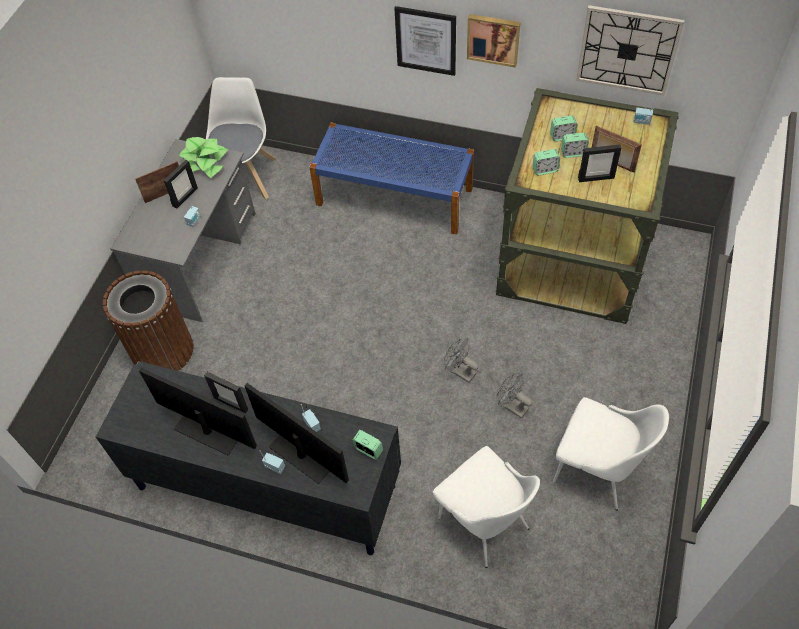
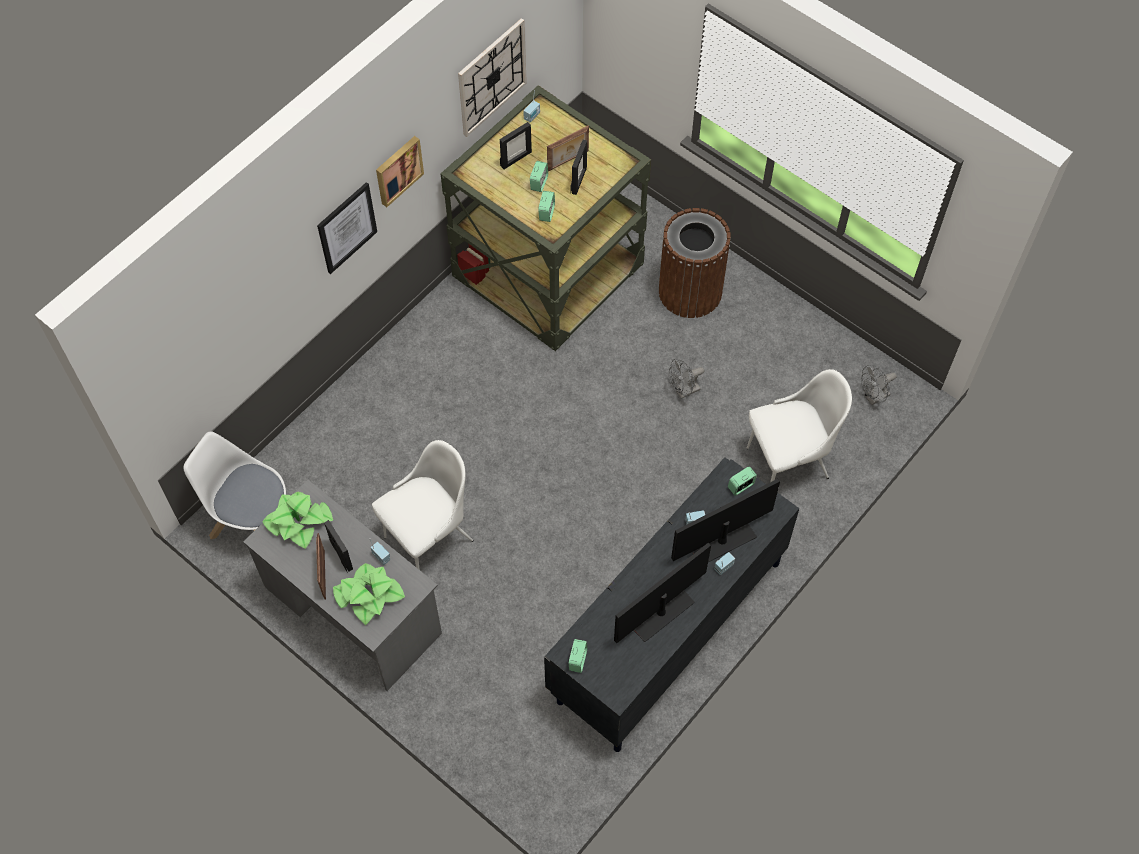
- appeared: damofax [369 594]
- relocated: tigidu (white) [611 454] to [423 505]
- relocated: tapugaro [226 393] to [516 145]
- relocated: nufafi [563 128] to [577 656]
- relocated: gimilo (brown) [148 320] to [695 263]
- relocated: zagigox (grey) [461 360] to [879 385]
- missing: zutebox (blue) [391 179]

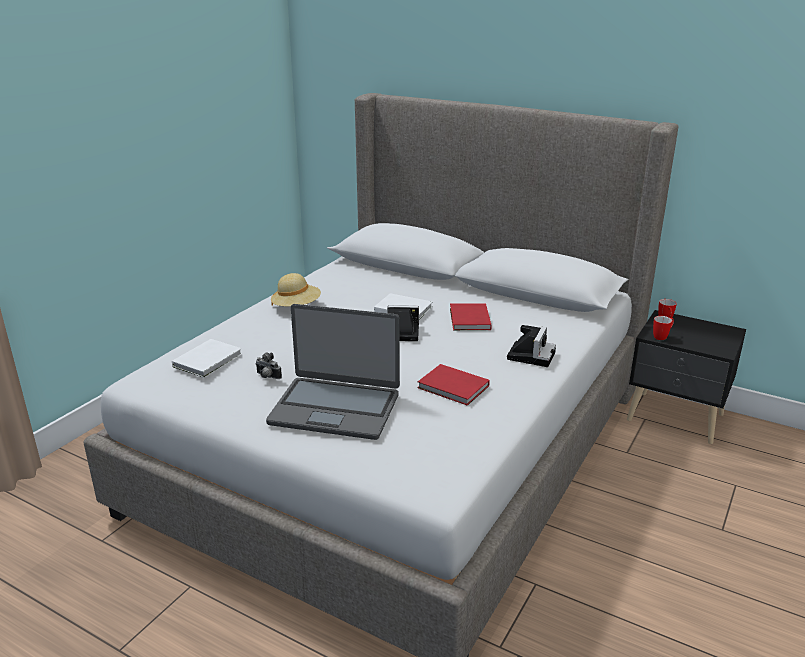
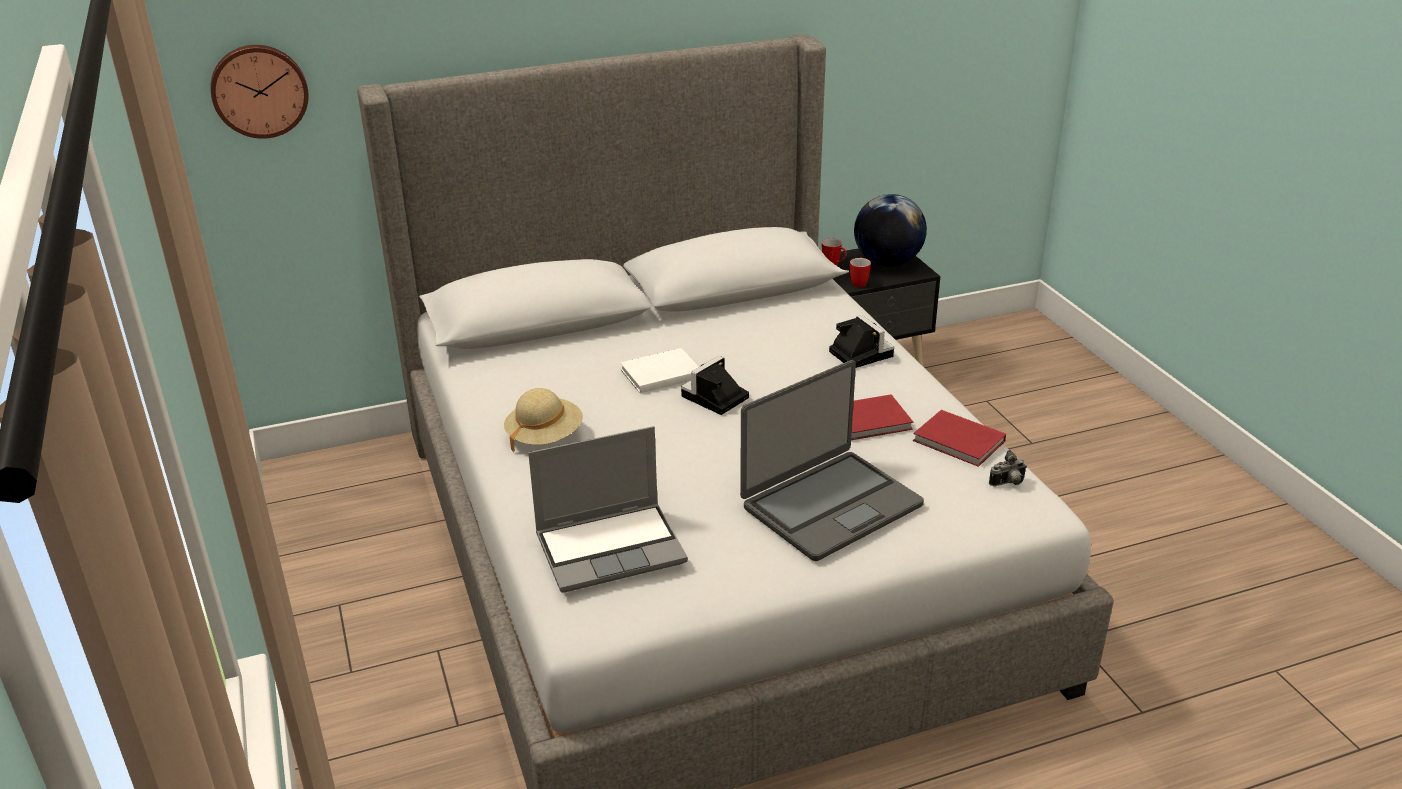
- appeared: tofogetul [260 92]
- exchanged: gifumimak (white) [207 358] to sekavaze [608 509]
- appeared: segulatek [890 230]
- relocated: gifumimak (red) [470 316] to [959 438]
- relocated: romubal [268 365] to [1008 468]

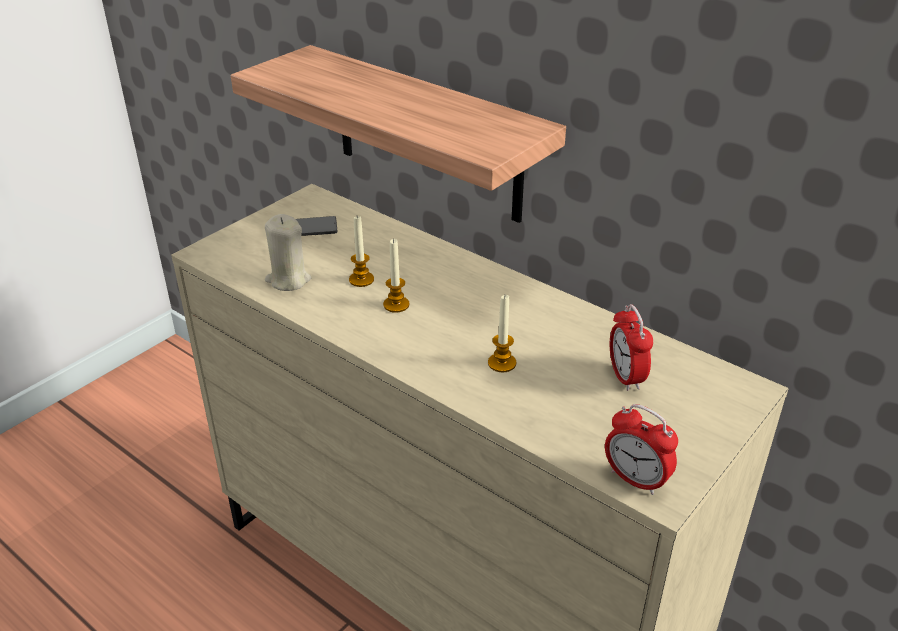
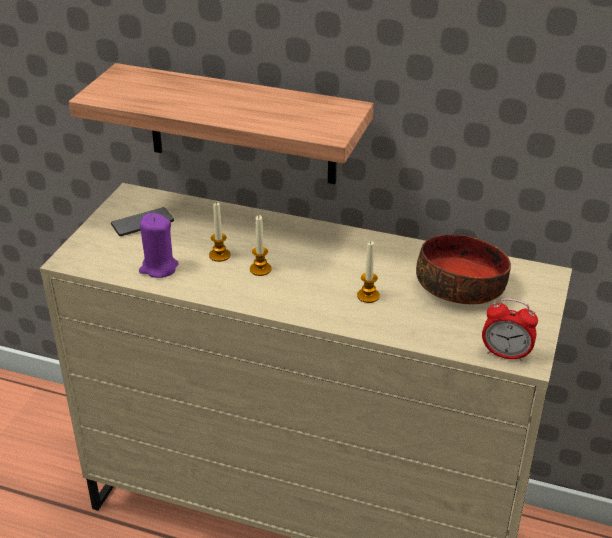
- colour: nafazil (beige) [288 252] to nafazil (purple) [158 245]
- exchanged: nufafi [631 347] to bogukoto [463 269]

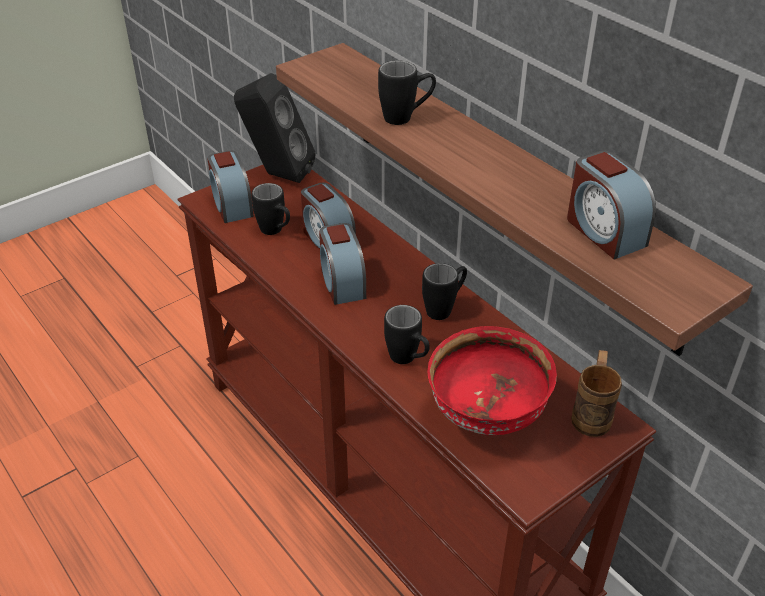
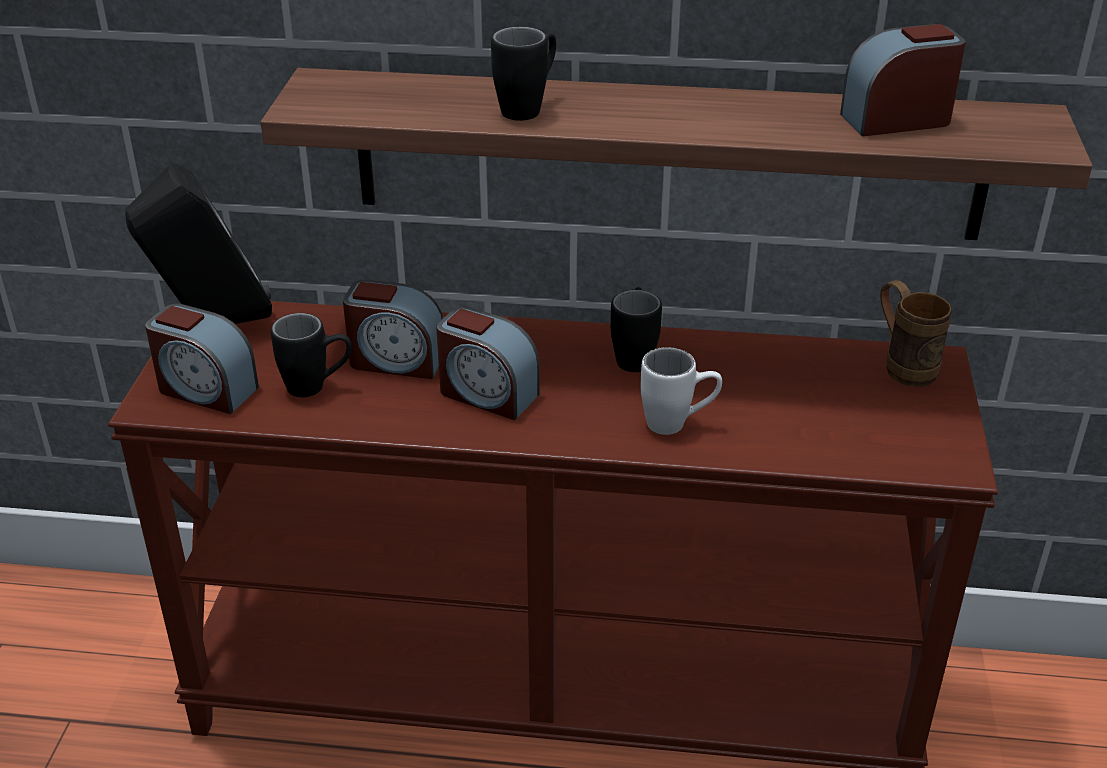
- colour: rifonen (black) [407 334] to rifonen (white) [681 391]
- spun: nufafi [611 205] = [903 80] 150 degrees clockwise
- missing: bogukoto (red) [492 380]

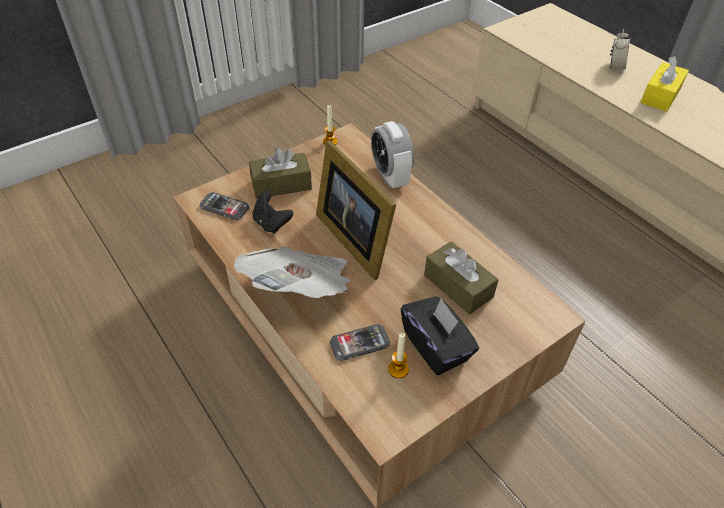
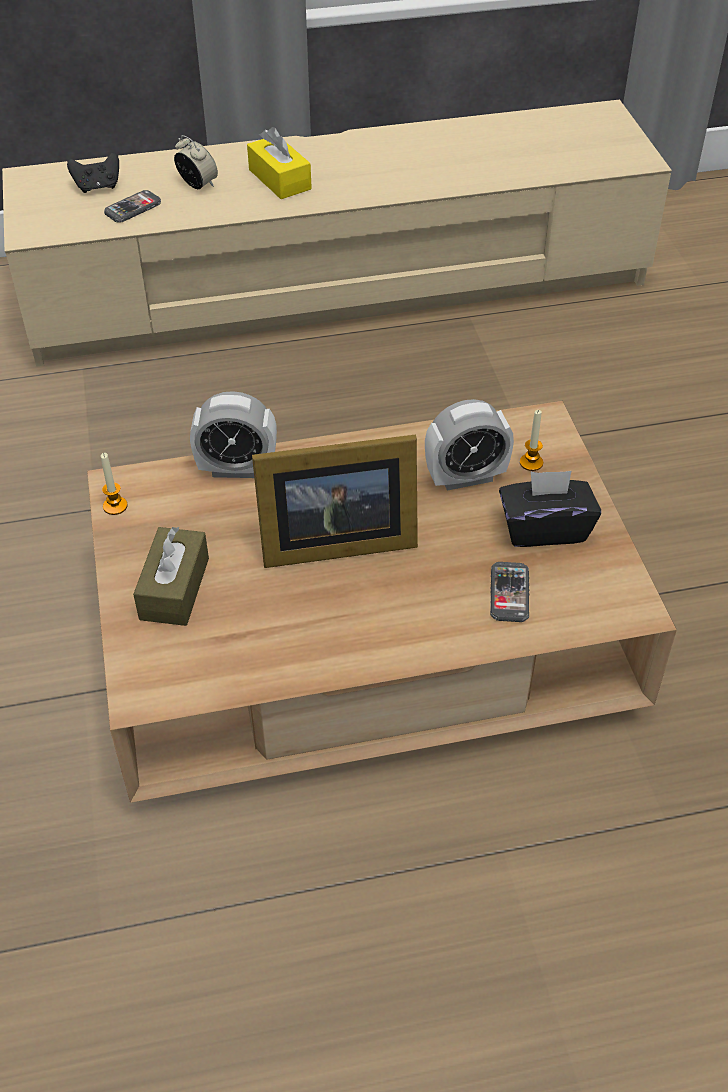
- relocated: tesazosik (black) [272 212] to [93 172]
- relocated: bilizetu [224 206] to [132 206]
- exchanged: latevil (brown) [461 277] to nufafi [469 445]
- relocated: nafazil [398 355] to [531 440]
- missing: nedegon [292 272]

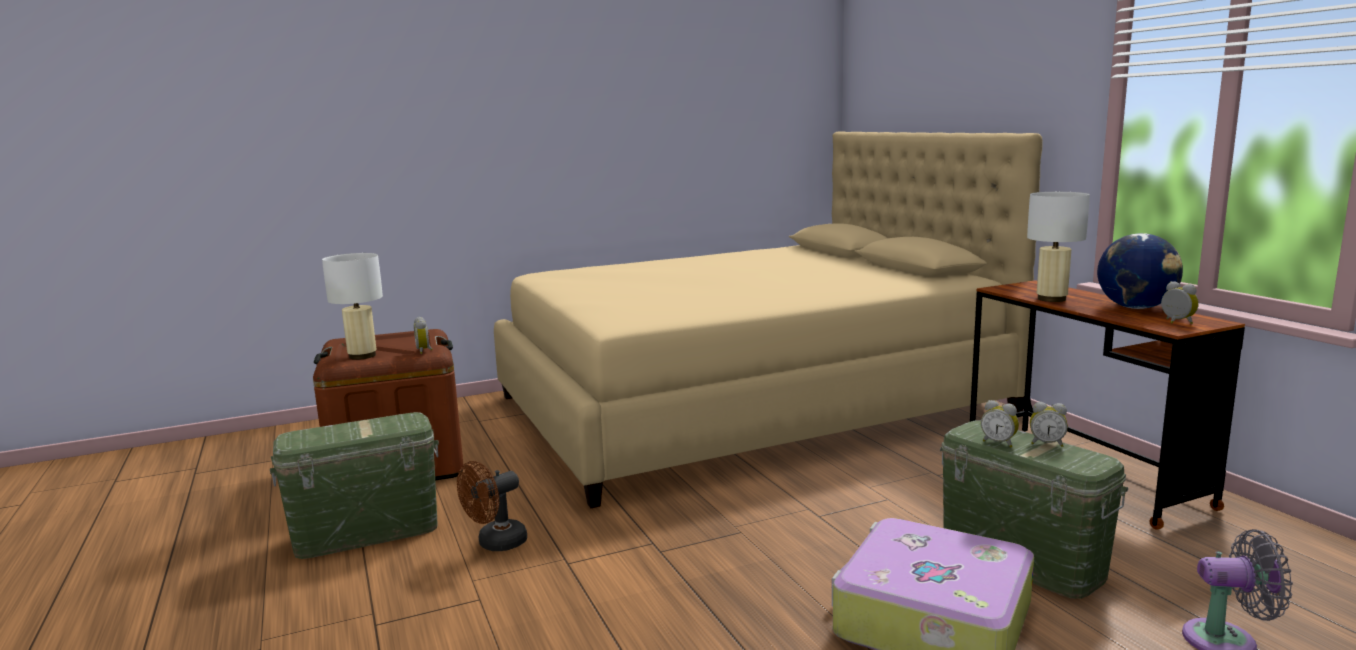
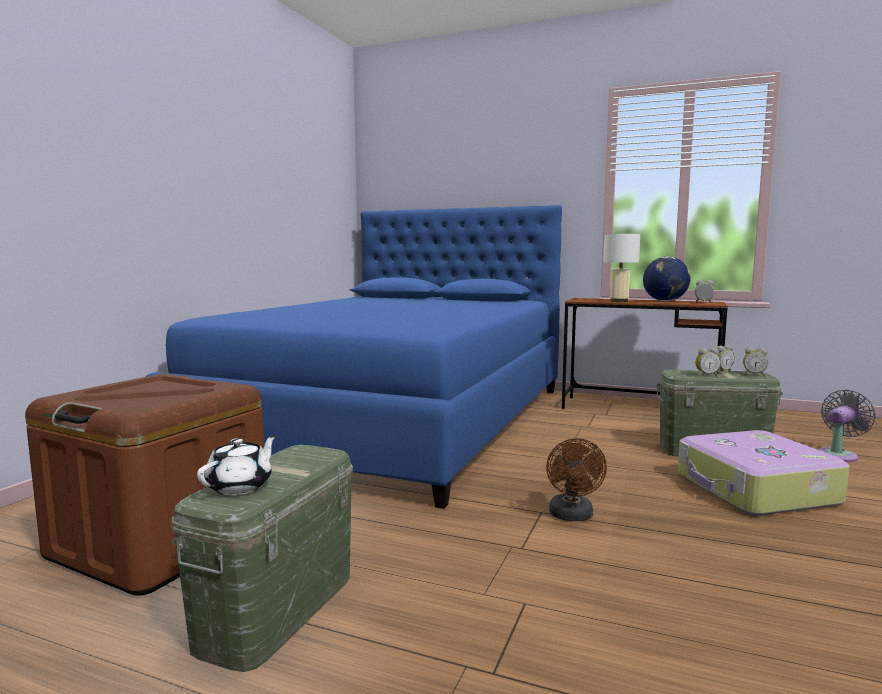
- colour: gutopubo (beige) [768 319] to gutopubo (blue) [353 357]
- appeared: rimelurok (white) [237 465]
- relocated: zagigox (brown) [492 506] to [576 479]
- relocated: nufafi [423 335] to [755 361]
- missing: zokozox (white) [352 306]

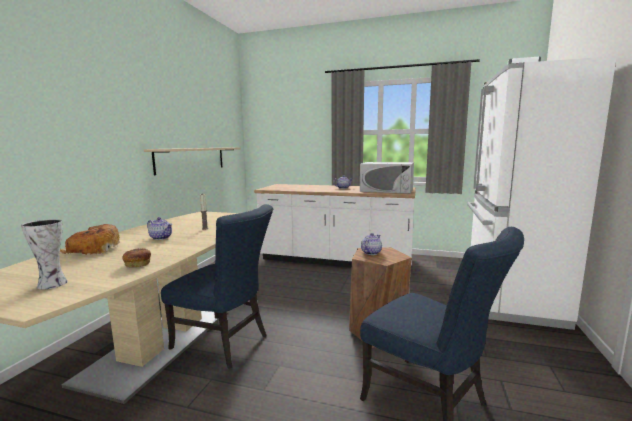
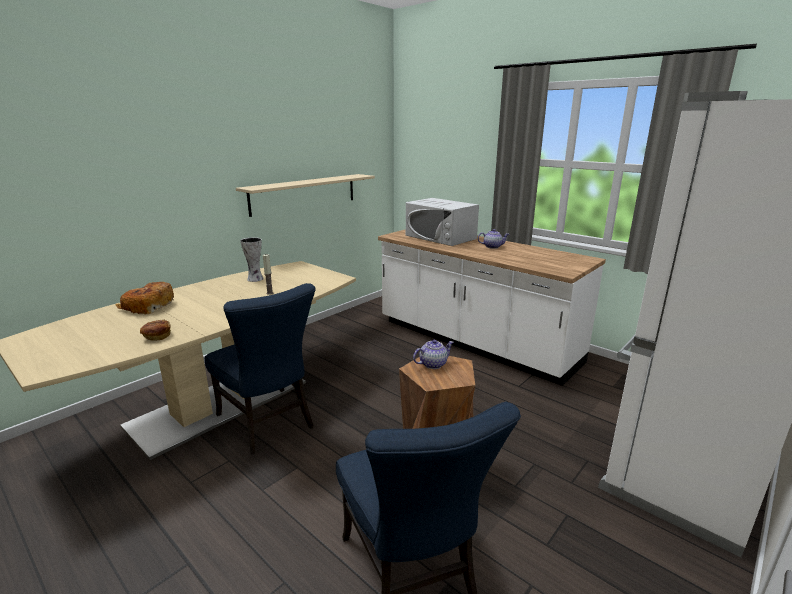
- relocated: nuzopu [44 254] to [252 259]
- relocated: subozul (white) [387 178] to [442 222]
- missing: rimelurok [160 228]

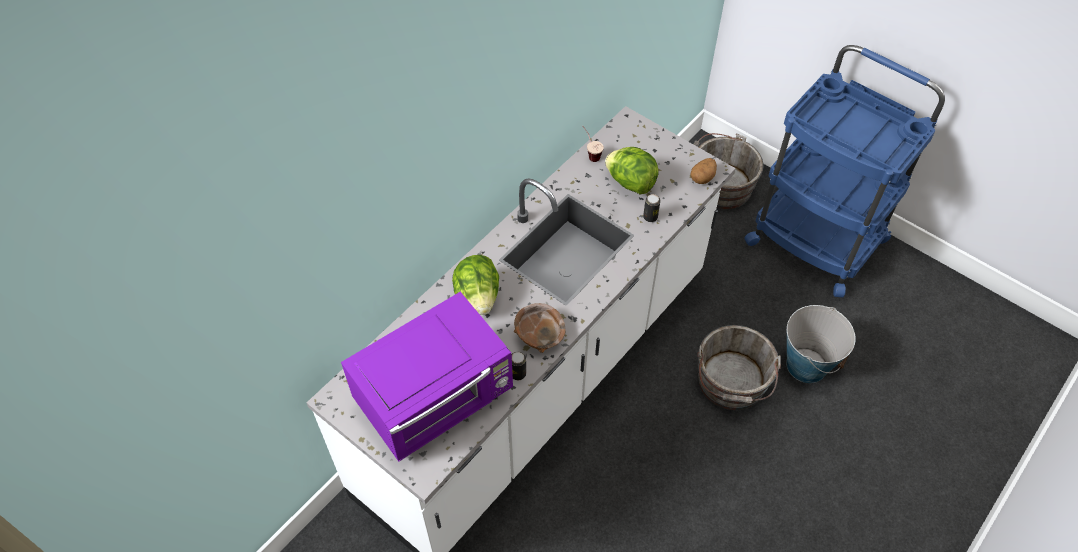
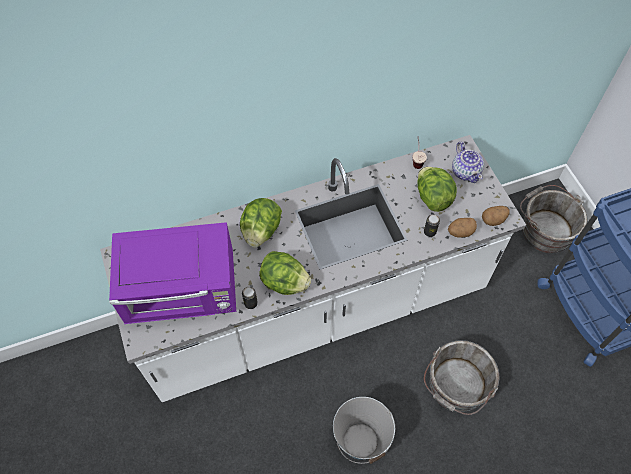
- exchanged: bogukoto (brown) [539 328] to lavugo [285 273]
- relocated: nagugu [821 344] to [364 430]
- appeared: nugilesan [462 228]
- appeared: rimelurok [468 162]

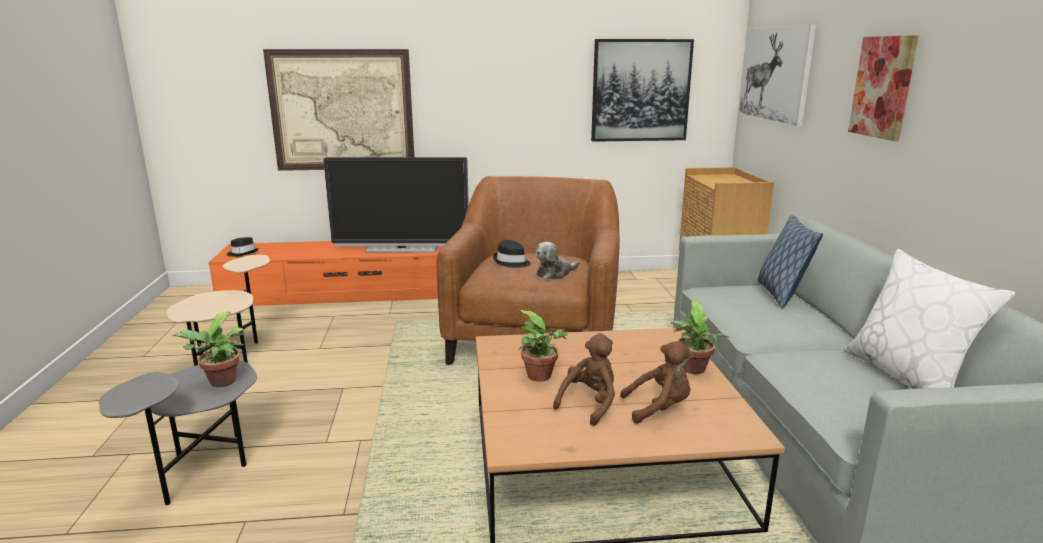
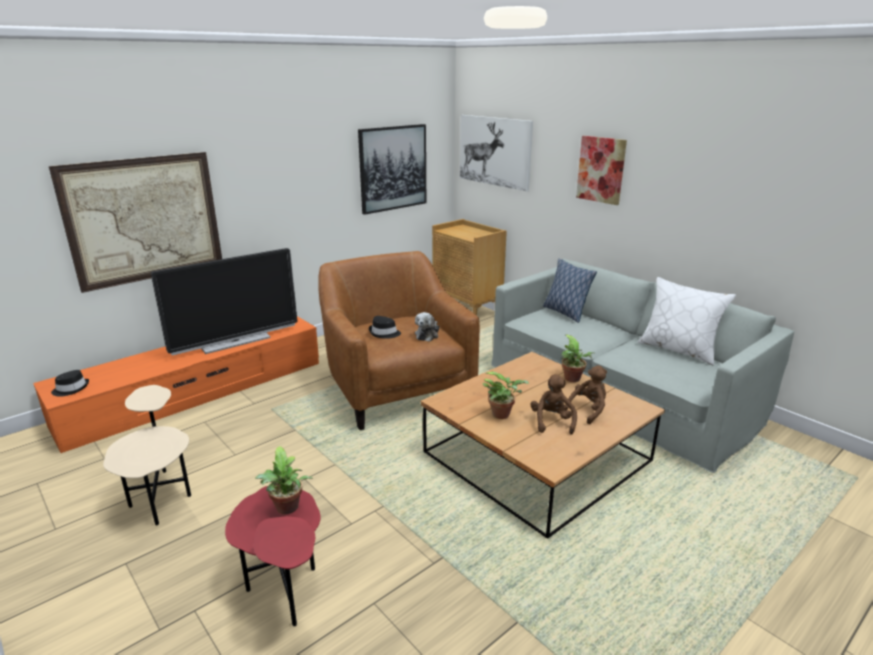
- colour: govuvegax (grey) [178 432] to govuvegax (red) [273 556]

